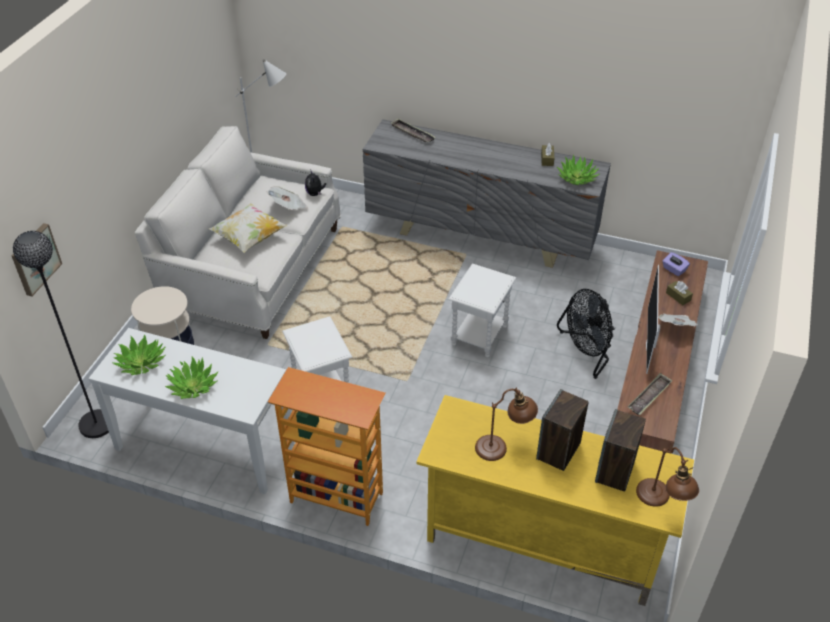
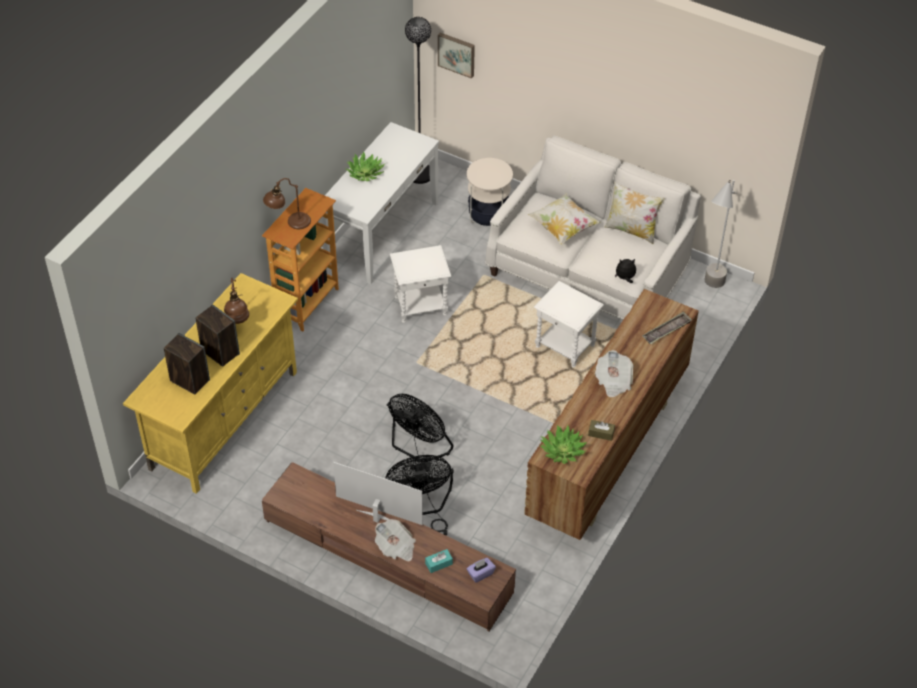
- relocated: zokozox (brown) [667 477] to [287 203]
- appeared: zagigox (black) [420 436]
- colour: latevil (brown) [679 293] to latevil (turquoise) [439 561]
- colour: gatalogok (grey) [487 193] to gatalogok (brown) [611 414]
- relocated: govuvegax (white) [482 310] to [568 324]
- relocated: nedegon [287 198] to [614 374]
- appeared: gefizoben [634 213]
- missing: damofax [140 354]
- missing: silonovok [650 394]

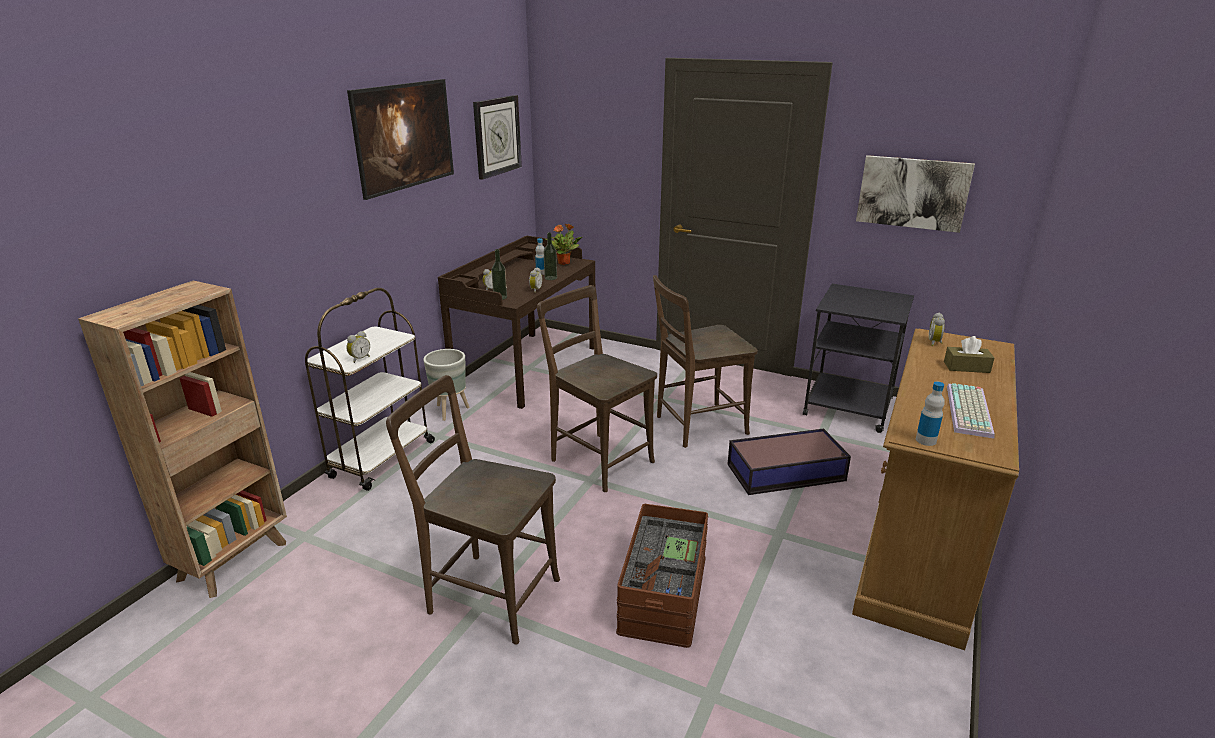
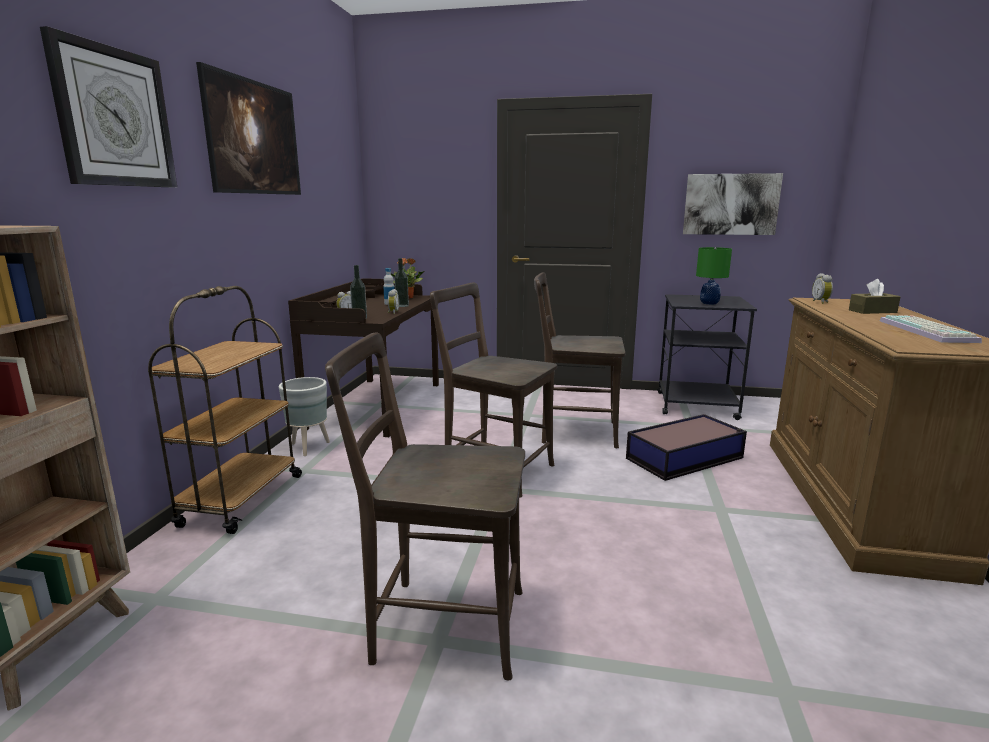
- relocated: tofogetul [497 137] to [108 106]
- colour: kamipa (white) [370 389] to kamipa (brown) [225 410]
- spun: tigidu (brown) [705 361] = [579 360] 45 degrees clockwise
- appeared: zokozox (green) [714 276]
- missing: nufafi [358 347]
- missing: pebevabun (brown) [662 576]
- missing: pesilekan [930 413]

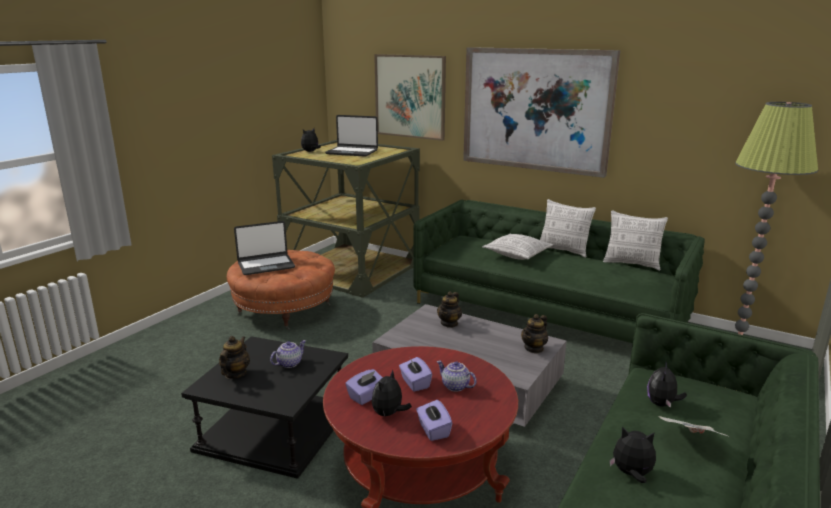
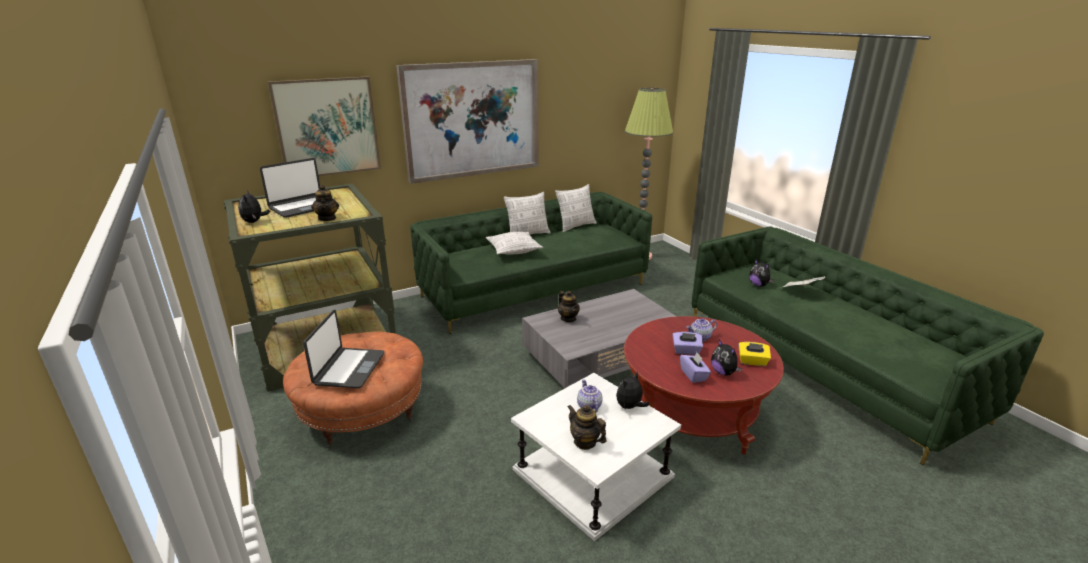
- relocated: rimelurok [534 334] to [325 203]
- colour: govuvegax (black) [264 407] to govuvegax (white) [596 457]
- relocated: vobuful [632 455] to [632 391]
- colour: latevil (purple) [434 420] to latevil (yellow) [754 354]

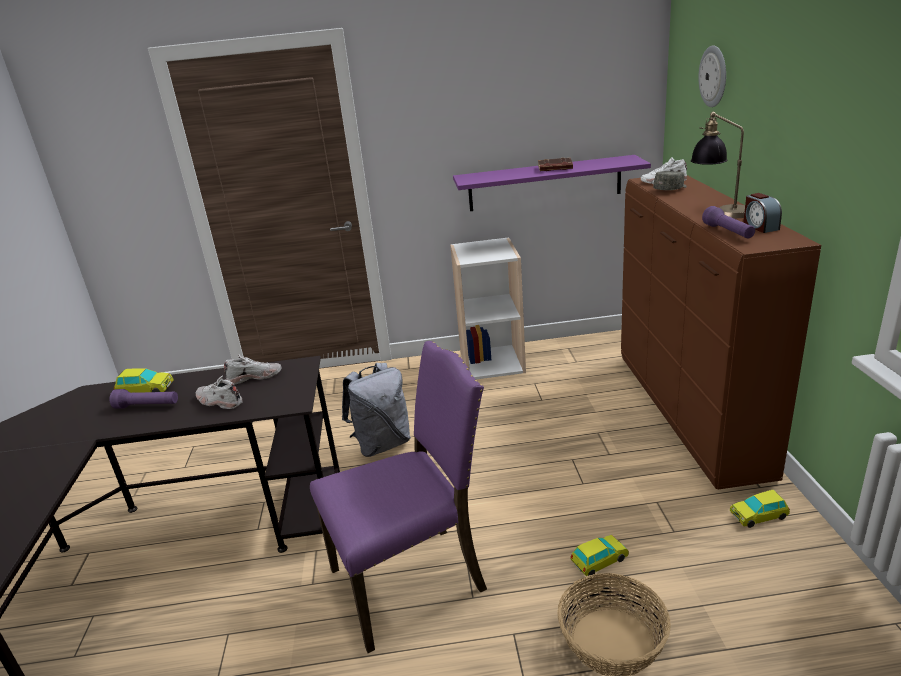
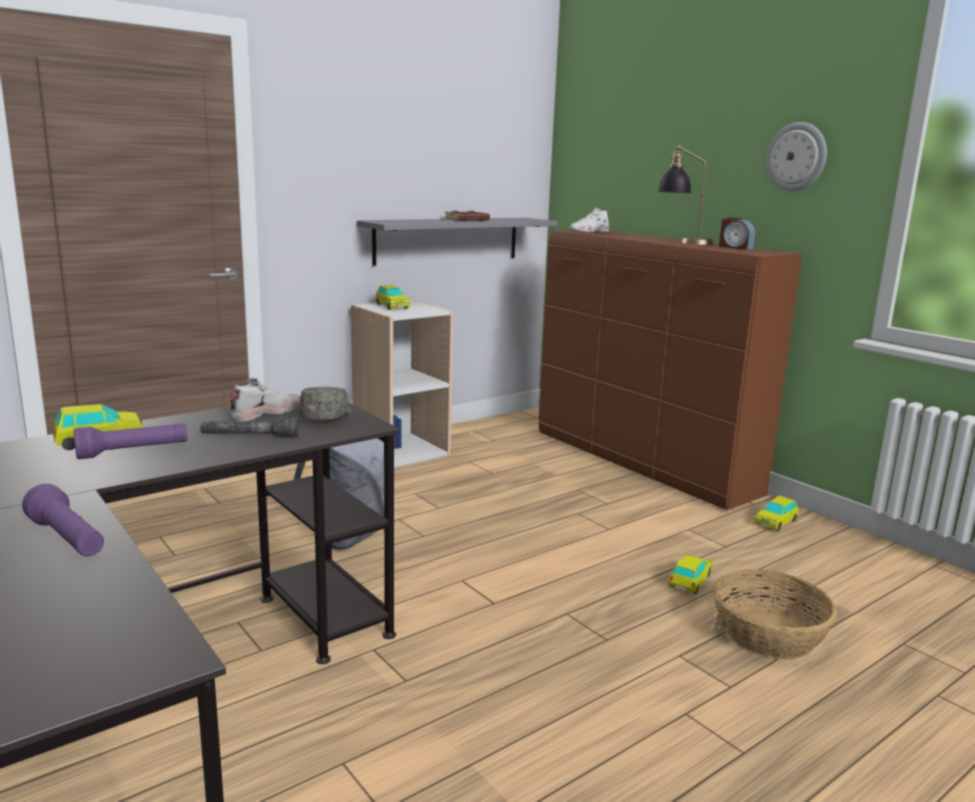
- relocated: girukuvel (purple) [728 222] to [63 520]
- exchanged: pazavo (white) [219 392] to girukuvel (grey) [249 427]
- relocated: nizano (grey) [670 180] to [325 403]
- colour: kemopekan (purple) [552 183] to kemopekan (grey) [457 242]
- appeared: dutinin [392 297]
- relocated: tofogetul [712 76] to [796 156]
- missing: tigidu (purple) [398 497]

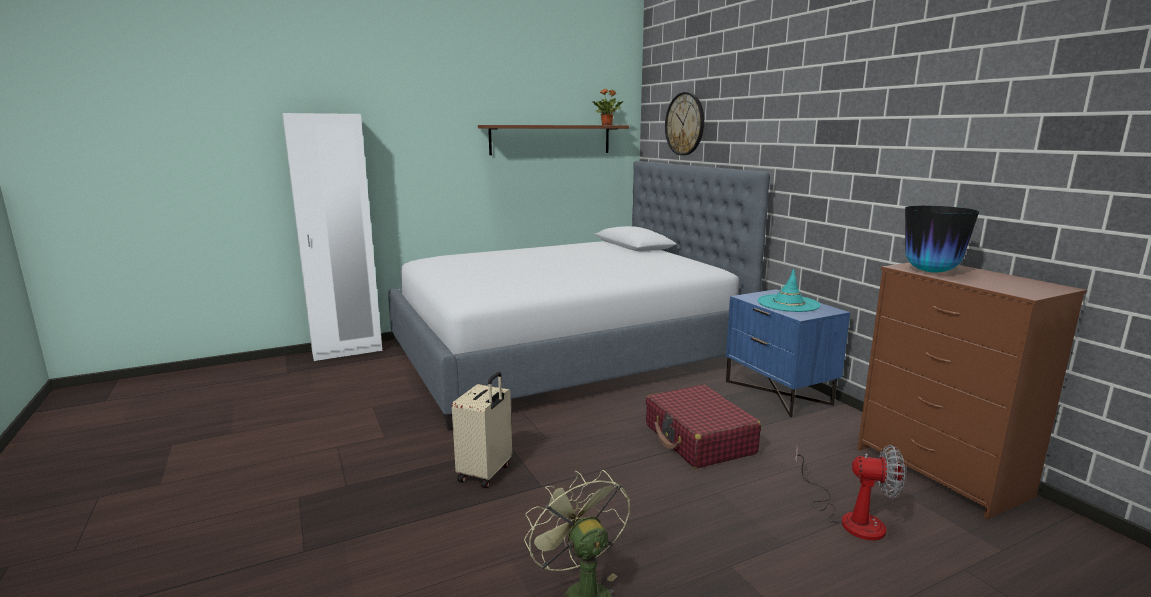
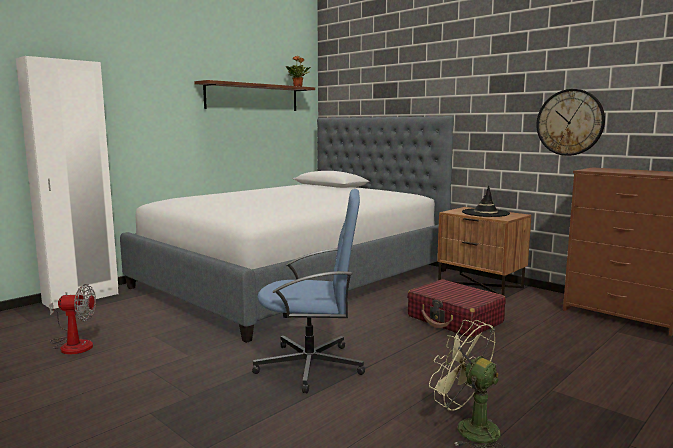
- relocated: zagigox [850 493] to [72 319]
- exchanged: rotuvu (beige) [482 430] to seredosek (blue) [308 291]
- colour: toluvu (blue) [788 353] to toluvu (brown) [484 251]
- colour: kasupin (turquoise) [789 290] to kasupin (black) [486 201]
- relocated: tofogetul [684 124] to [570 122]
- missing: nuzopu [942 239]

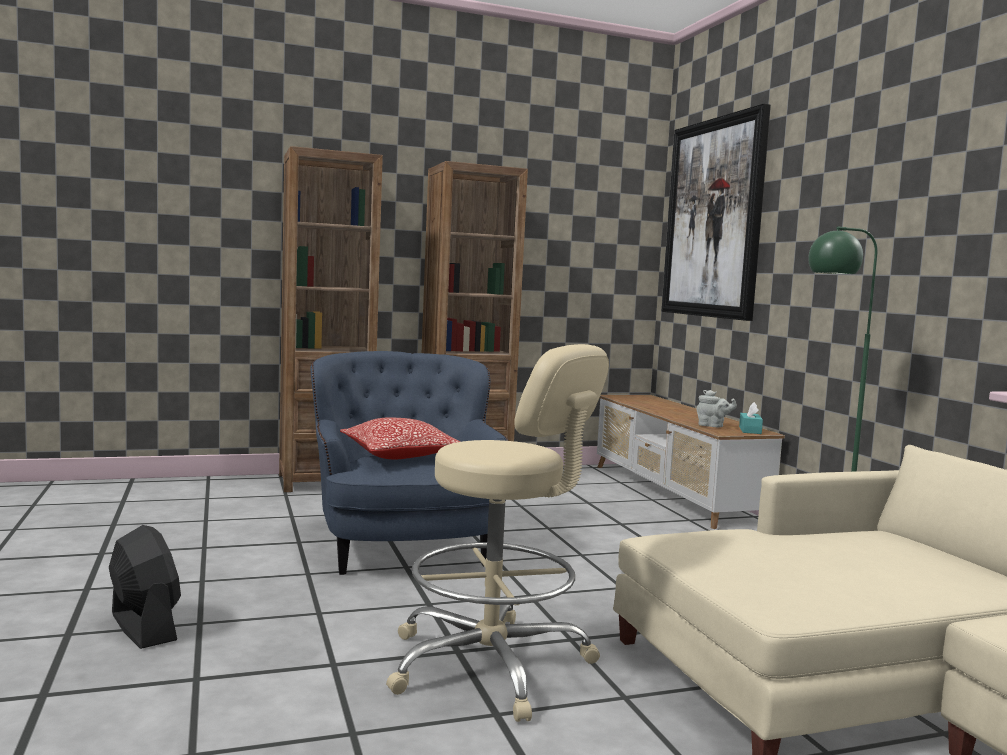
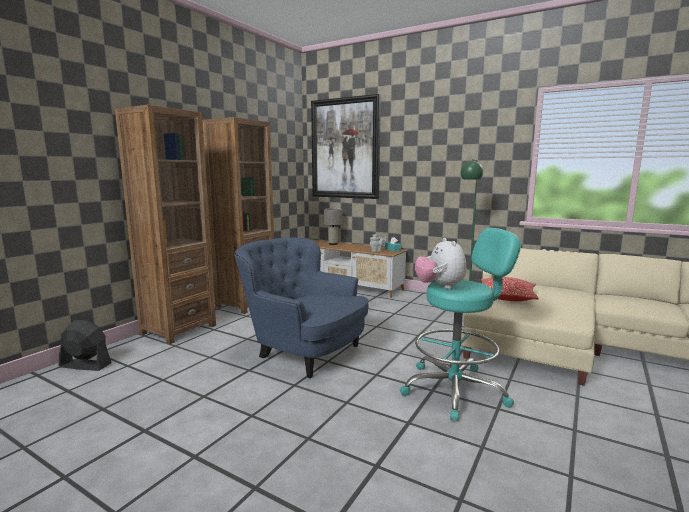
- relocated: zagigox (black) [145 587] to [85 345]
- appeared: zokozox (grey) [333 226]
- colour: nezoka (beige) [497 533] to nezoka (turquoise) [460 324]
- appeared: vobuful [440 263]
- relocated: gefizoben [400 438] to [510 289]

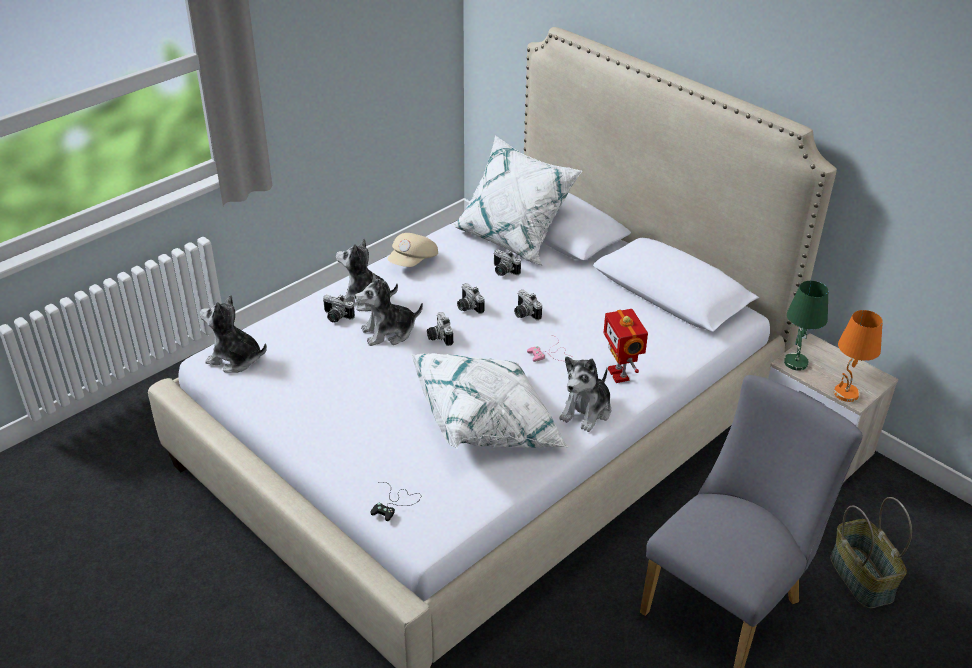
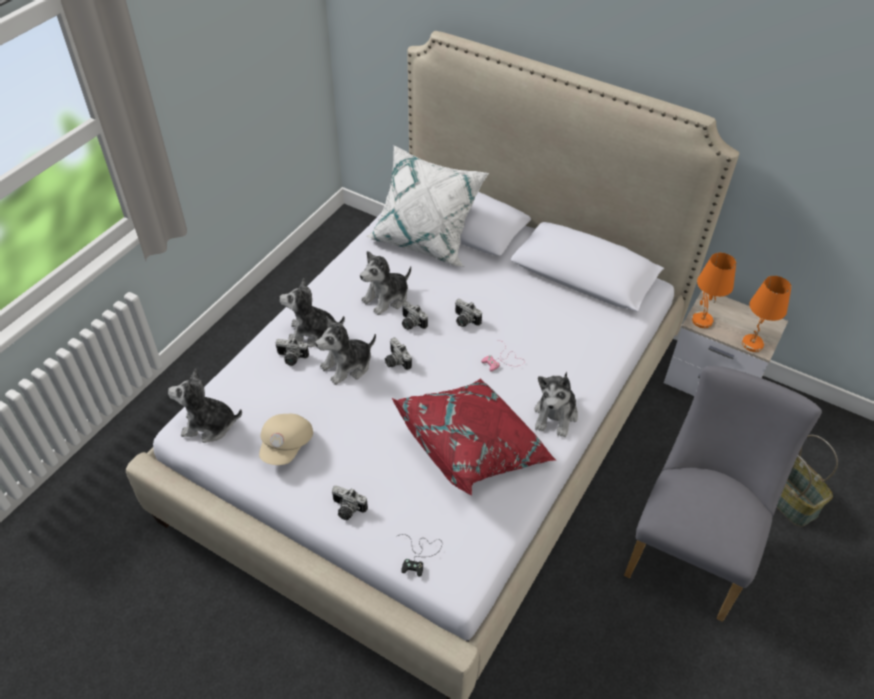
- relocated: nizano (beige) [413 250] to [286 439]
- relocated: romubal [507 262] to [350 502]
- appeared: vobuful [385 283]
- colour: gefizoben (white) [489 401] to gefizoben (red) [474 437]
- colour: zokozox (green) [806 326] to zokozox (orange) [714 290]
- missing: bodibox [626 346]

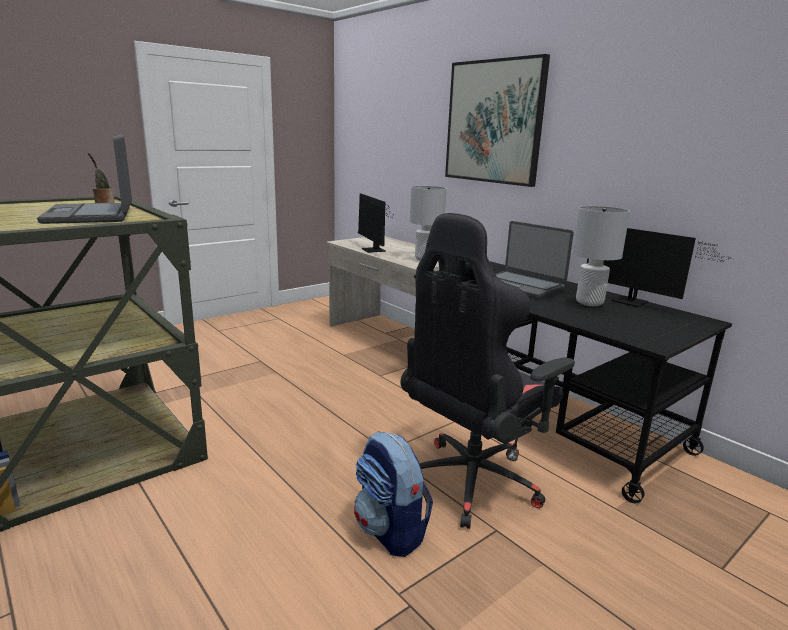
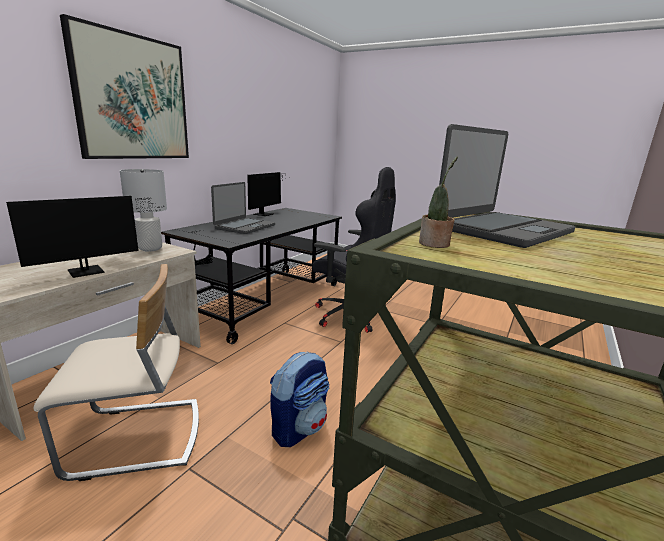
- appeared: tigidu (beige) [116 372]
- relocated: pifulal [393 494] to [299 399]
- missing: zokozox (grey) [601 256]

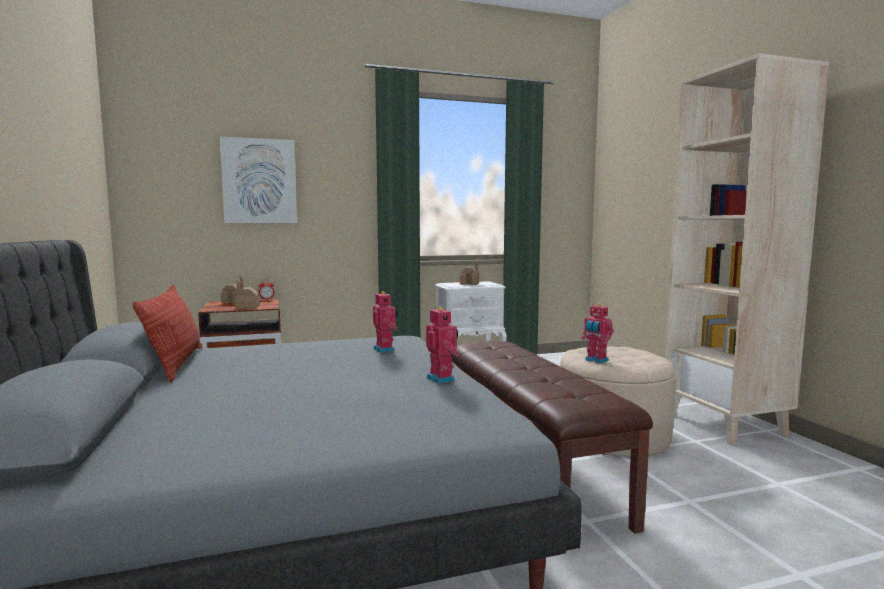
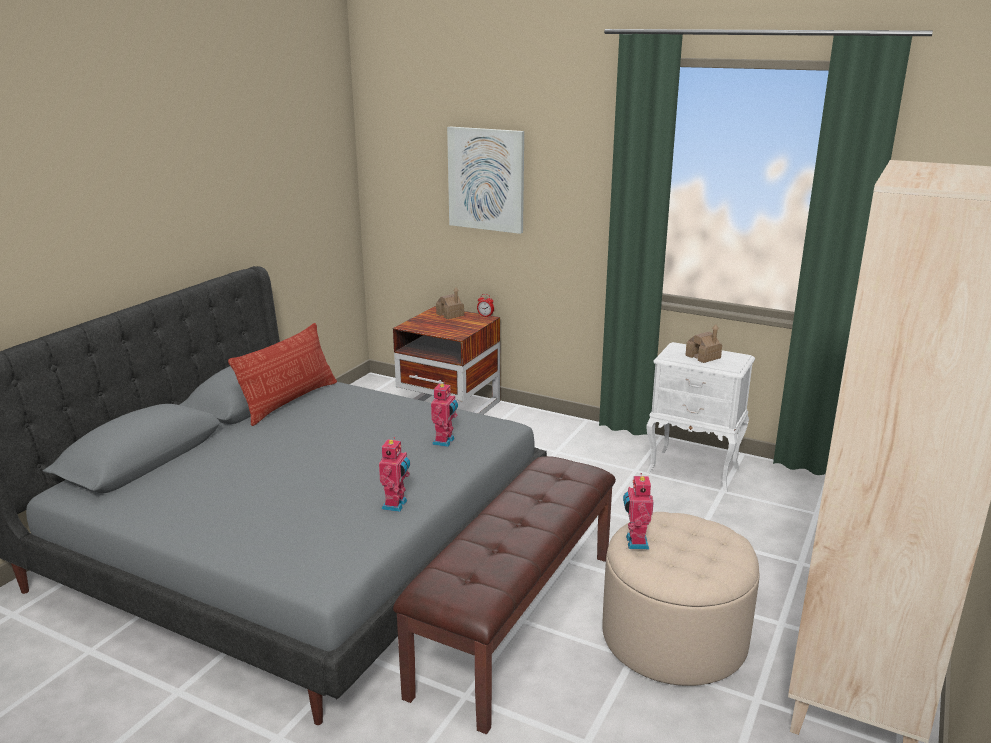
- missing: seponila [247 294]

